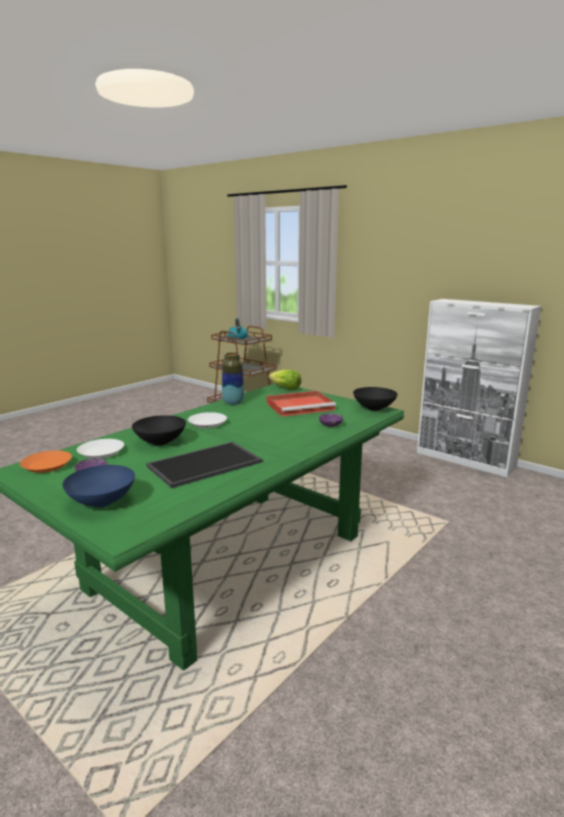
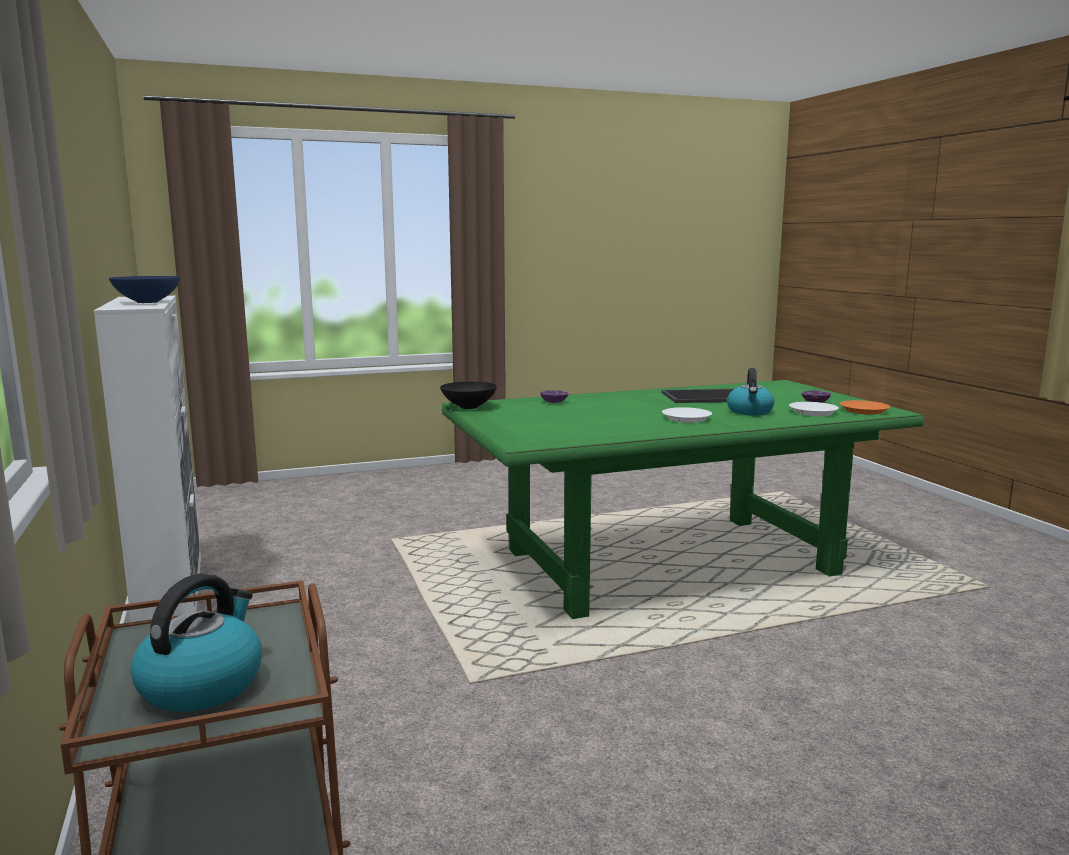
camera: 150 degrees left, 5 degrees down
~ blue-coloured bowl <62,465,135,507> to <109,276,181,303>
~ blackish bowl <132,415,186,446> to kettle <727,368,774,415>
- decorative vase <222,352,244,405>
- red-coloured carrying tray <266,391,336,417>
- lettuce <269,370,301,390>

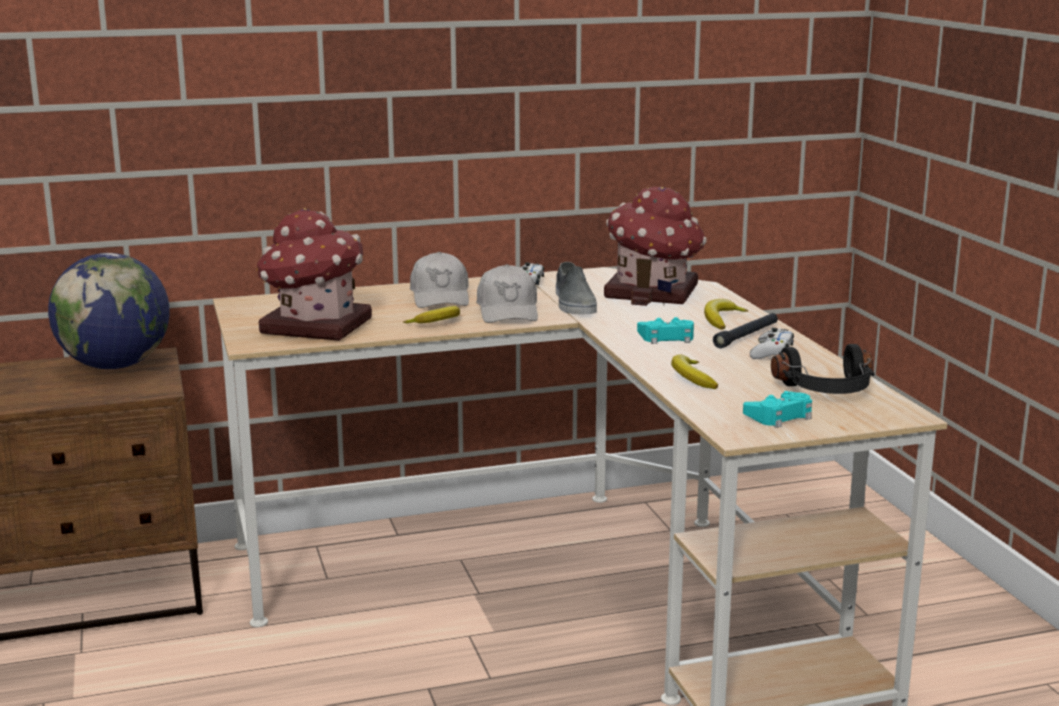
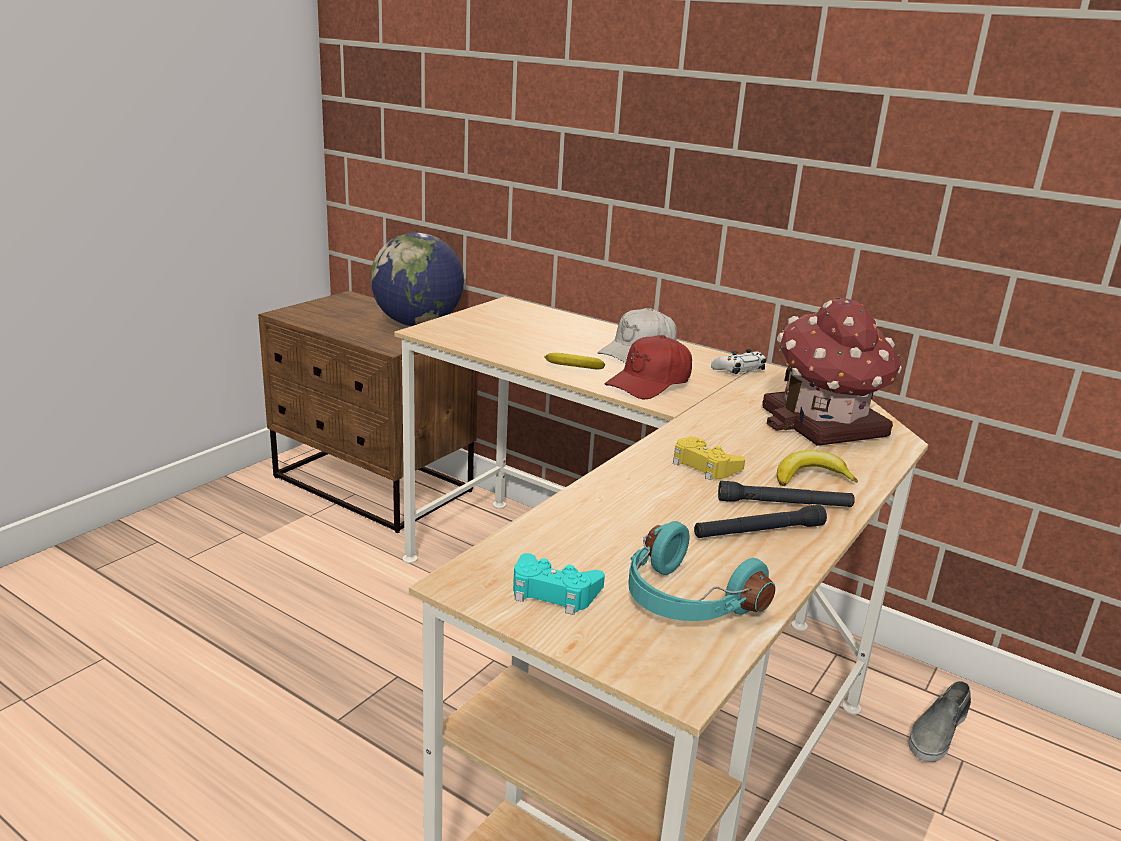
camera: 50 degrees right, 5 degrees up
- miniature house <256,208,372,341>
~ whitish peaked cap <476,264,538,323> to red-coloured peaked cap <605,335,692,399>
~ grey item of footwear <556,262,597,314> to <908,681,971,762>
~ blue-green joypad <637,317,694,344> to yellow joypad <673,437,745,481>
- whole banana <671,355,718,389>
~ whitish joypad <750,328,794,359> to blackish torch <694,505,827,538>
~ blackish headphones <771,344,875,394> to blue-green headphones <628,521,775,621>

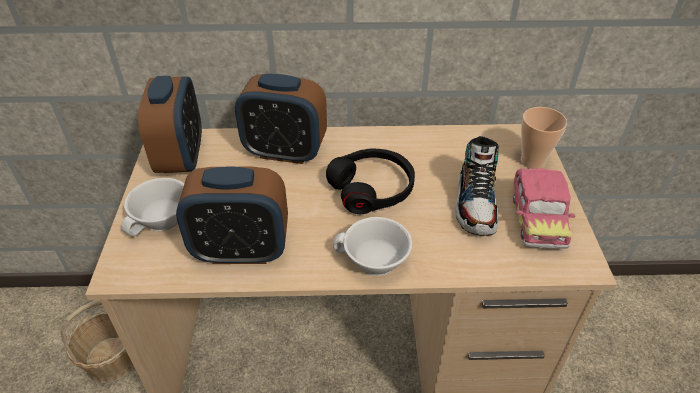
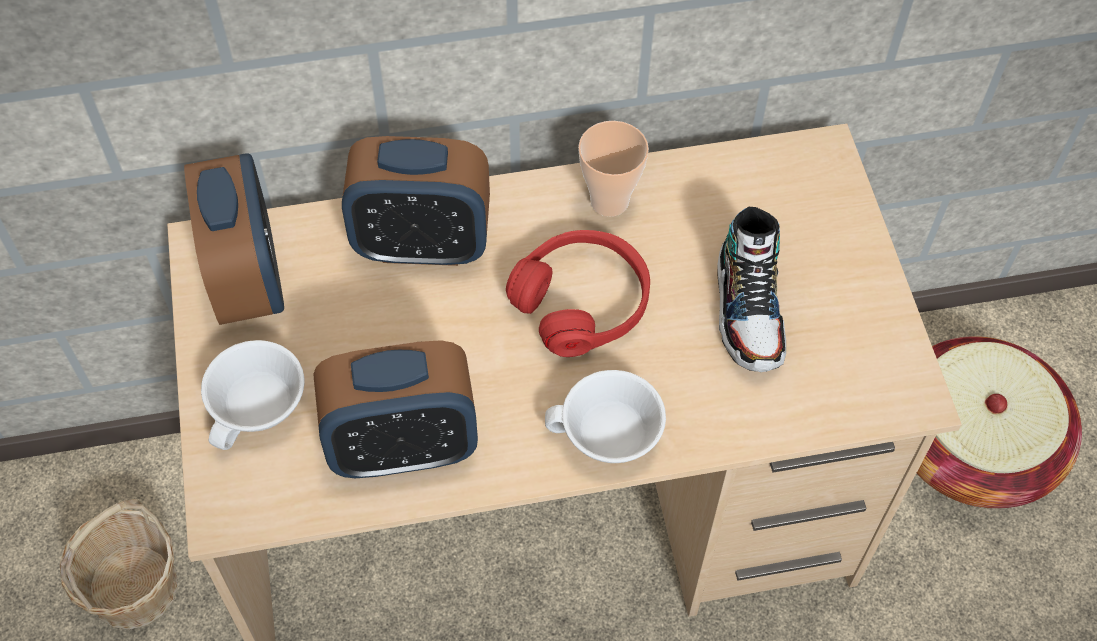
camera: 10 degrees left, 15 degrees up
~ blackish headphones <326,149,415,214> to red-coloured headphones <506,230,650,357>
- model car <513,168,575,249>
~ small cup <521,107,567,169> to <578,121,649,217>
+ basket <917,336,1082,509>

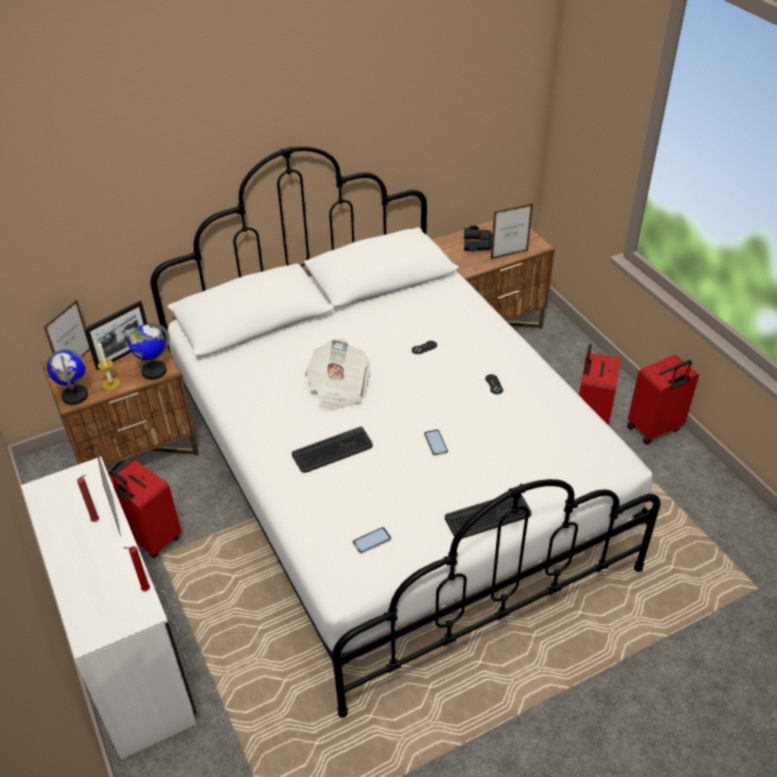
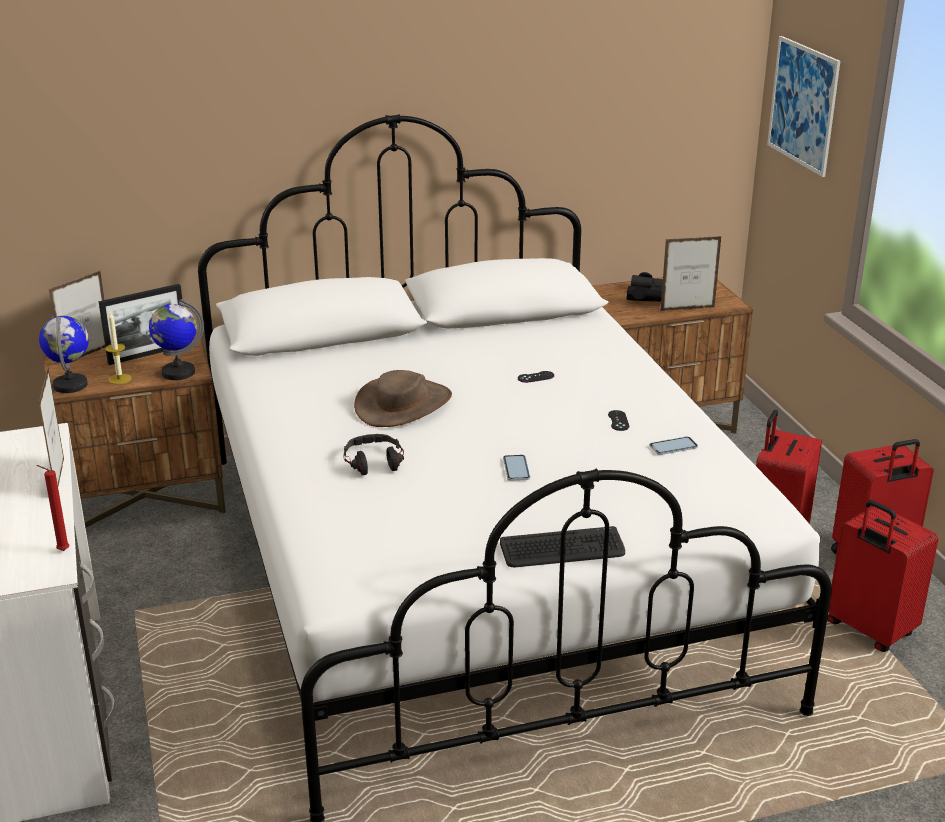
camera: 10 degrees right, 15 degrees down
- red-coloured candle <77,475,99,522>
~ red-coloured piece of luggage <110,460,182,558> to <827,500,938,652>
~ keyboard <292,427,373,473> to headphones <344,434,404,476>
~ newspaper <305,338,370,412> to brown-coloured hat <354,370,452,427>
~ handset <353,527,391,554> to <649,437,698,455>
+ wall art <767,36,840,177>

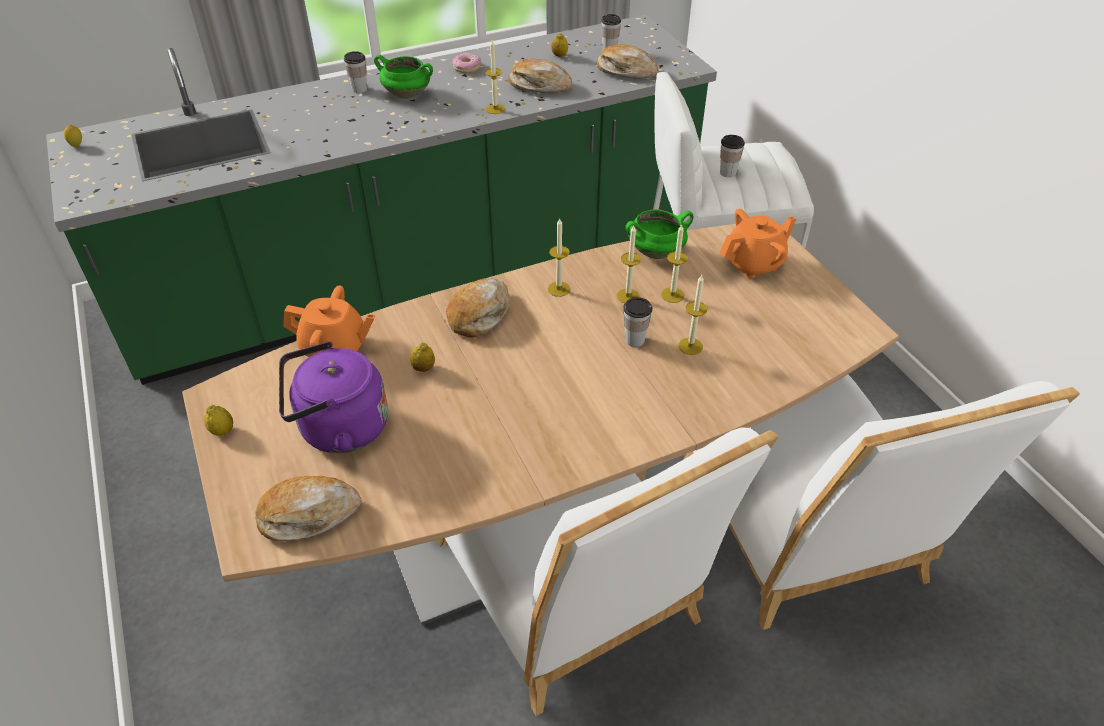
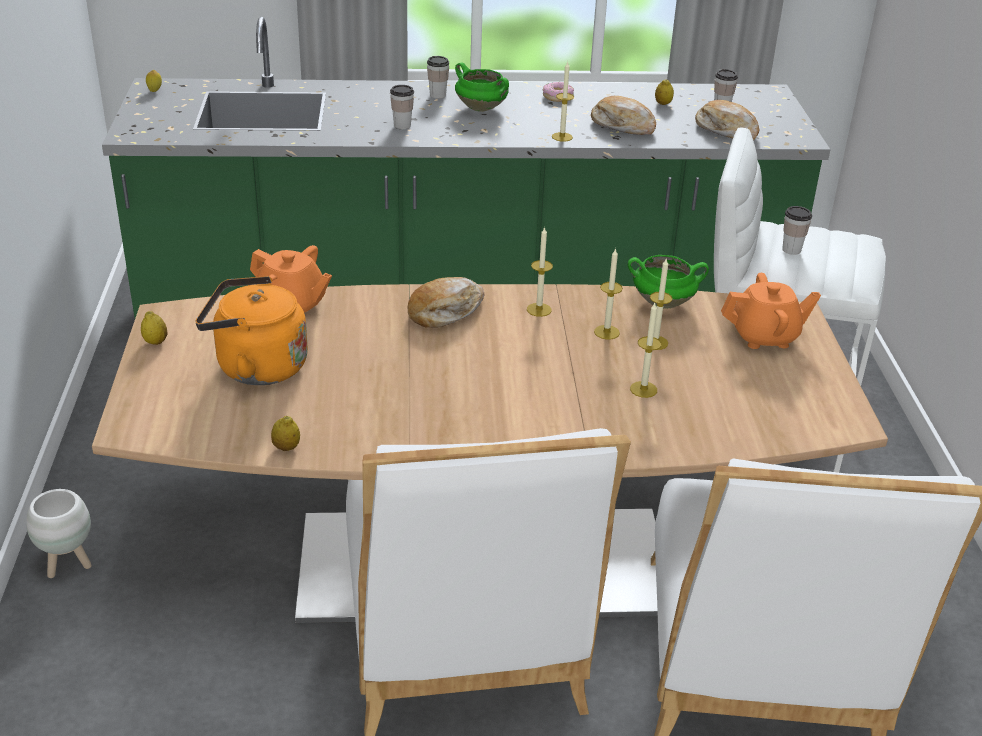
camera: 20 degrees right, 10 degrees down
- bakery bread <256,476,362,542>
~ purple-coloured kettle <279,341,388,453> to orange-coloured kettle <195,276,308,385>
~ whole lemon <410,343,435,372> to <271,416,300,451>
~ small cup <623,297,652,347> to <390,85,414,129>
+ whitish planter <26,489,92,578>

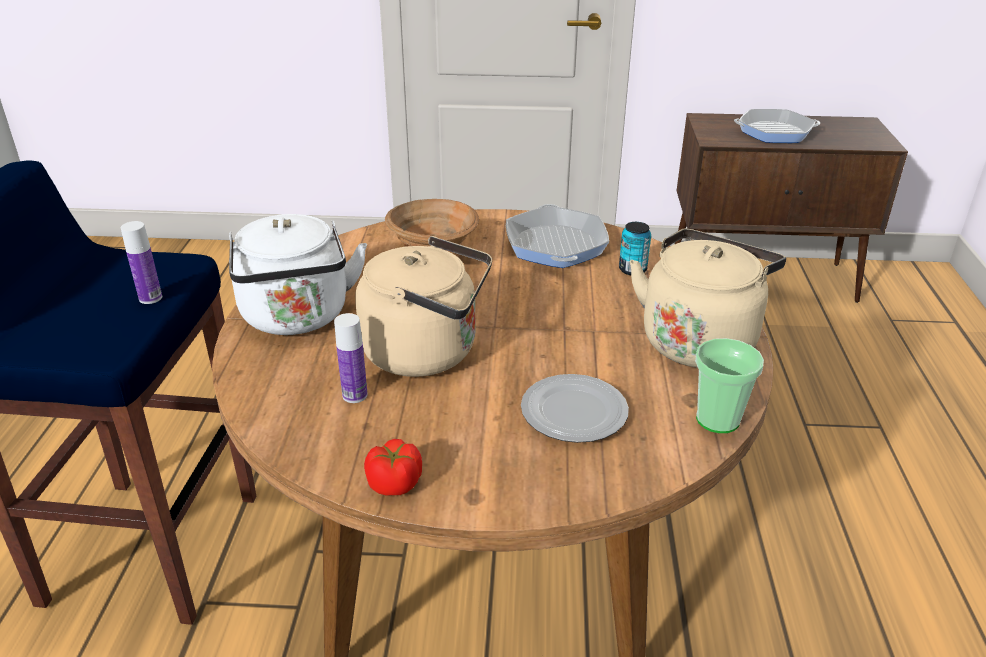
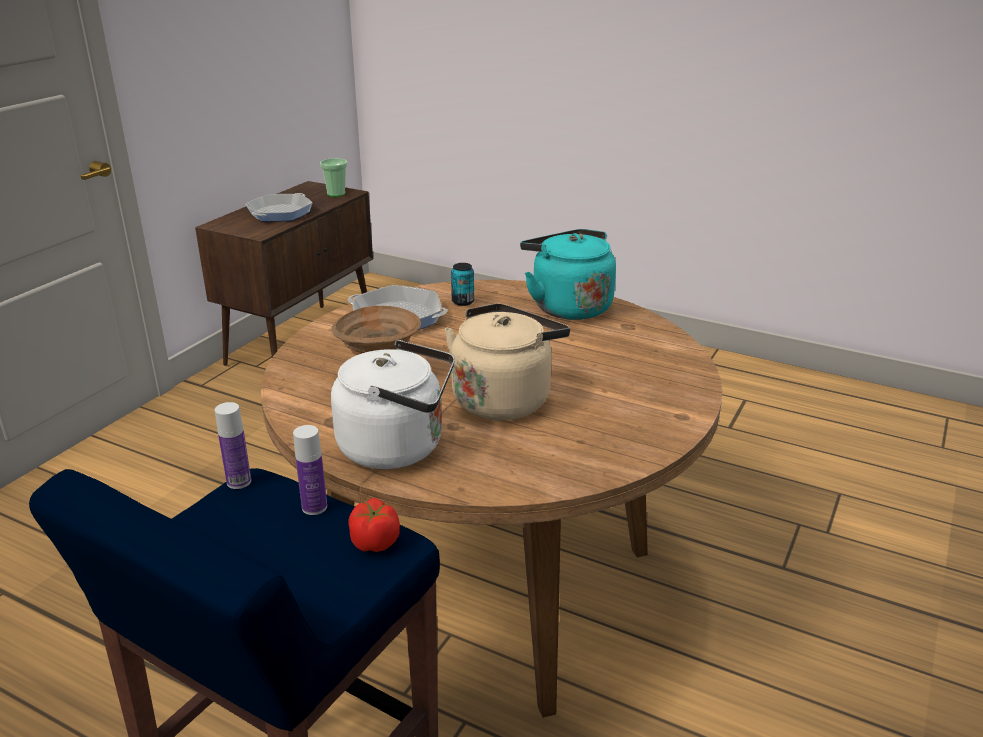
camera: 65 degrees left, 5 degrees down
~ bottle <334,313,368,403> to <215,402,251,489>
~ fresh tomato <364,439,422,495> to <349,498,400,552>
- plate <521,374,629,443>
~ sand-coloured kettle <630,229,786,368> to blue-green kettle <520,229,616,320>
~ small cup <695,338,764,433> to <320,158,347,197>

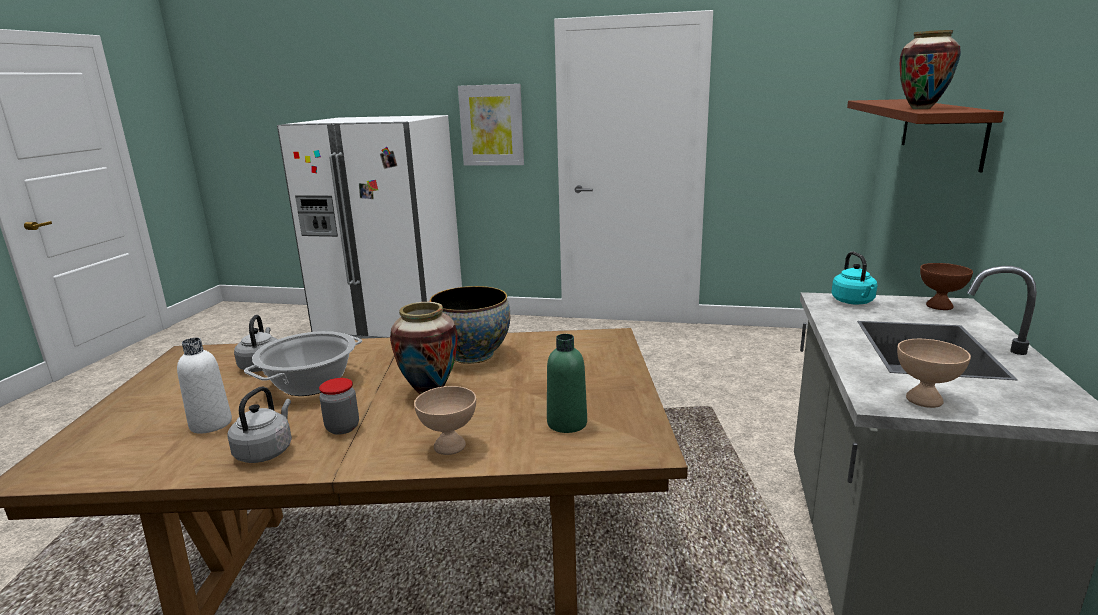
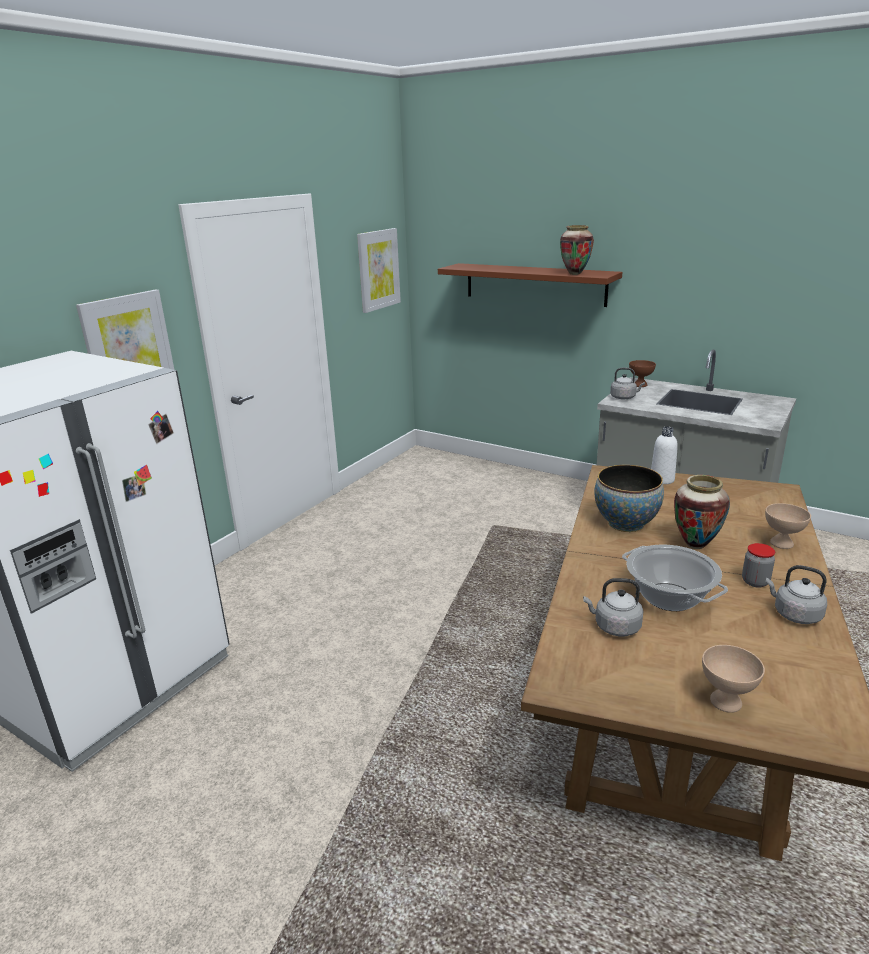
camera: 70 degrees left, 5 degrees up
~ whitish bottle <177,338,232,433> to <651,427,678,484>
- green bottle <547,334,587,433>
~ blue-green kettle <832,252,877,304> to grey kettle <610,367,645,399>
~ sand-coloured bowl <897,339,971,408> to <702,645,765,713>
+ wall art <357,228,401,313>

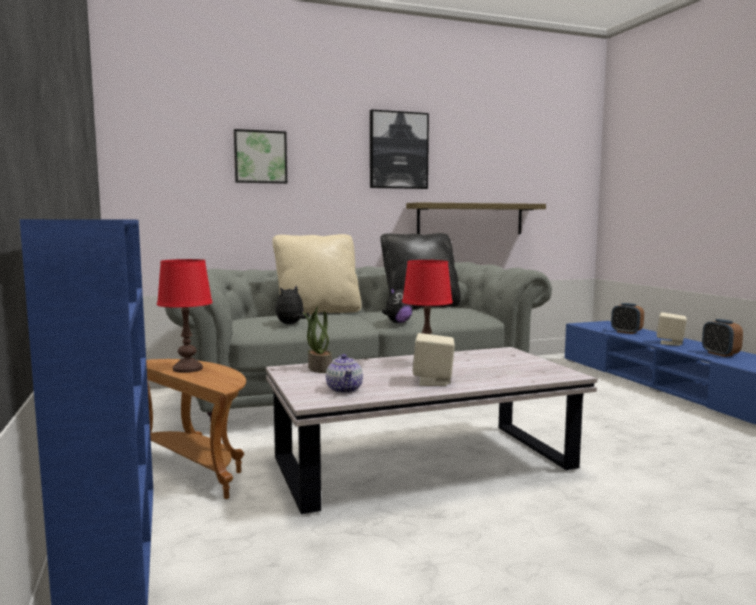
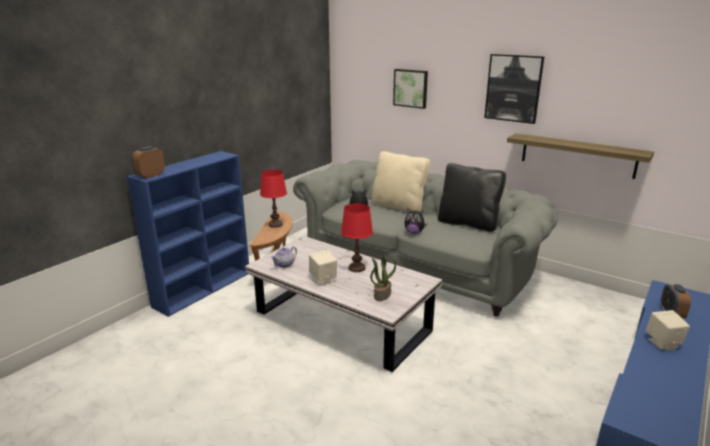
camera: 55 degrees right, 15 degrees up
~ plant in a pot <302,306,332,373> to <370,256,396,301>
~ table clock <702,319,743,357> to <131,146,165,178>

